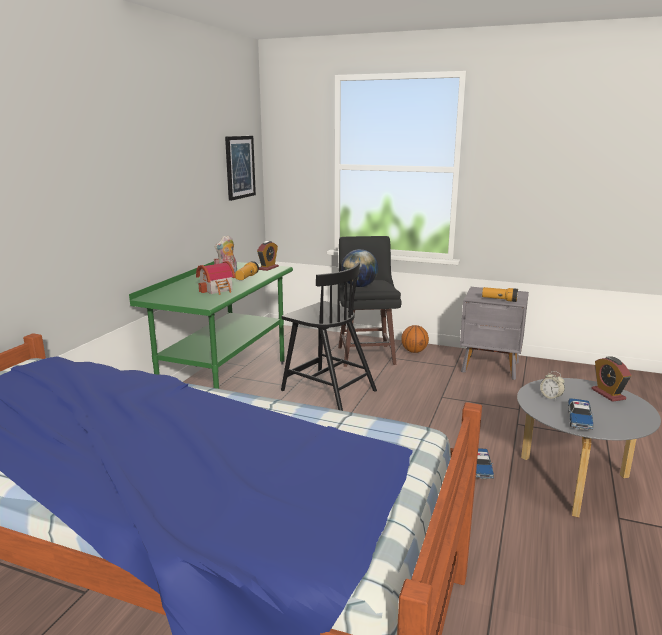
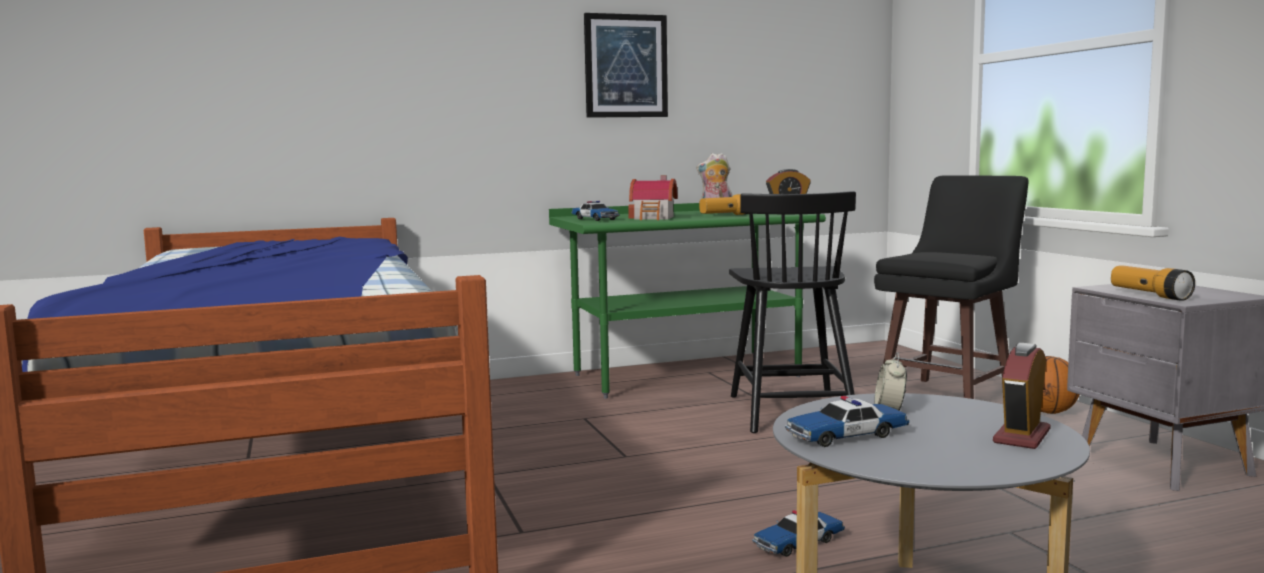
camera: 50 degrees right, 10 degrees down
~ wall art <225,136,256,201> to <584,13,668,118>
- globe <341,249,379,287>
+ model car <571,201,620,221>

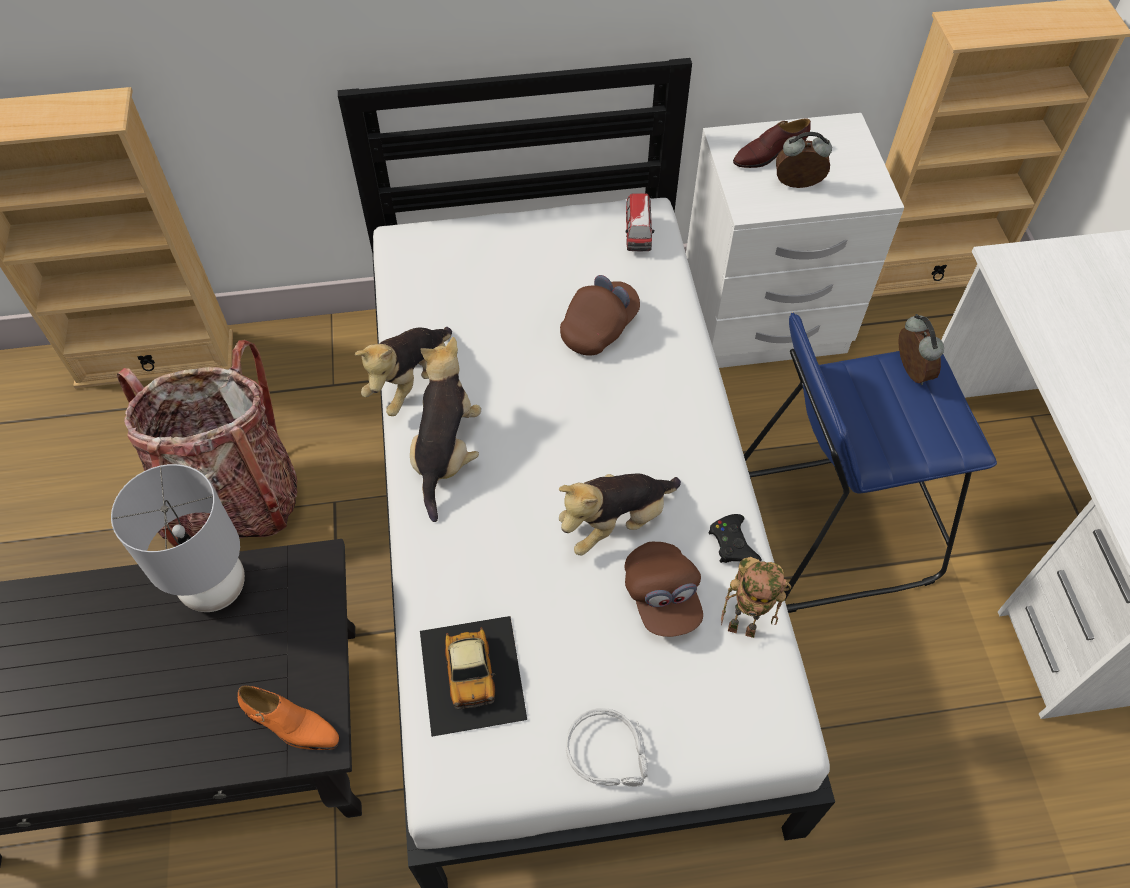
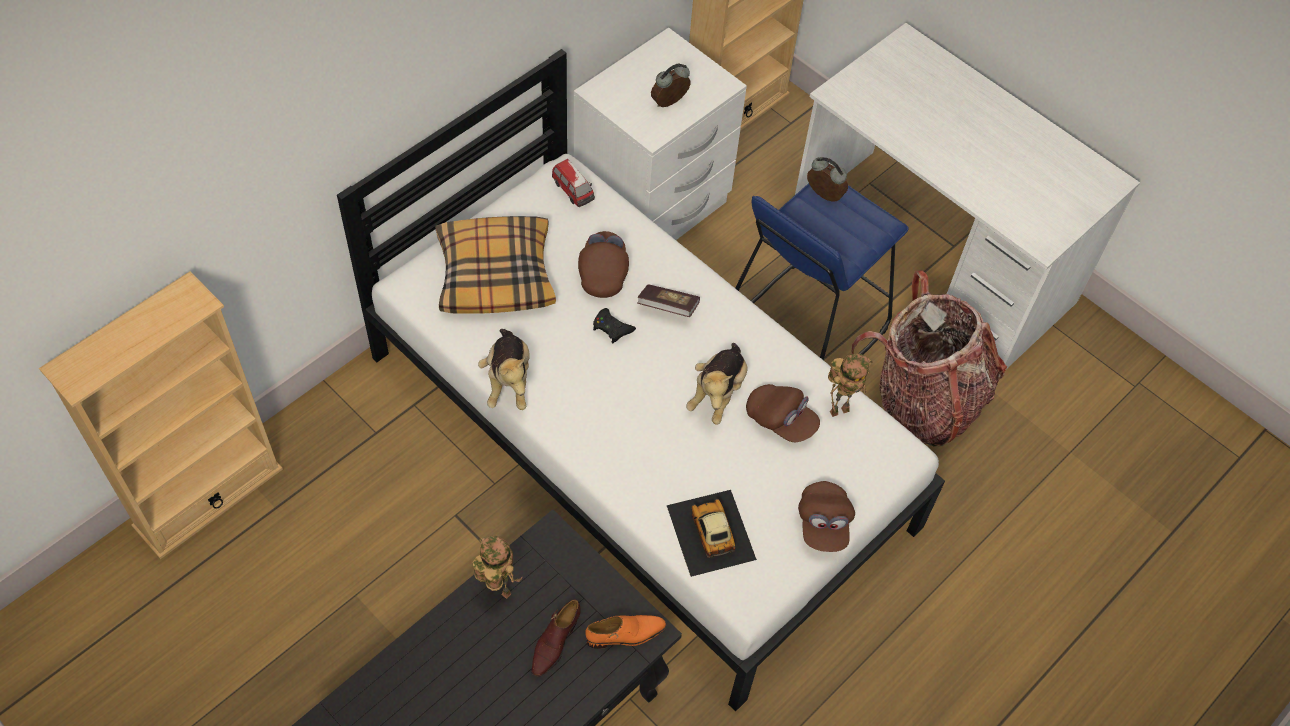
camera: 40 degrees left, 0 degrees up
~ grey table lamp <111,464,245,612> to robot figure <473,536,522,599>
~ knapsack <117,340,297,547> to <851,270,1007,446>
- cuddly toy <410,337,481,522>
~ model car <420,616,527,737> = <667,490,757,577> 150 degrees counterclockwise
~ grey headphones <566,708,648,787> to brown-coloured peaked cap <798,481,855,552>
~ blackish joypad <708,514,762,563> to <593,308,636,343>
~ brown-coloured item of footwear <733,118,811,168> to <531,599,581,677>
+ throw pillow <435,216,556,314>
+ volume <637,284,700,317>

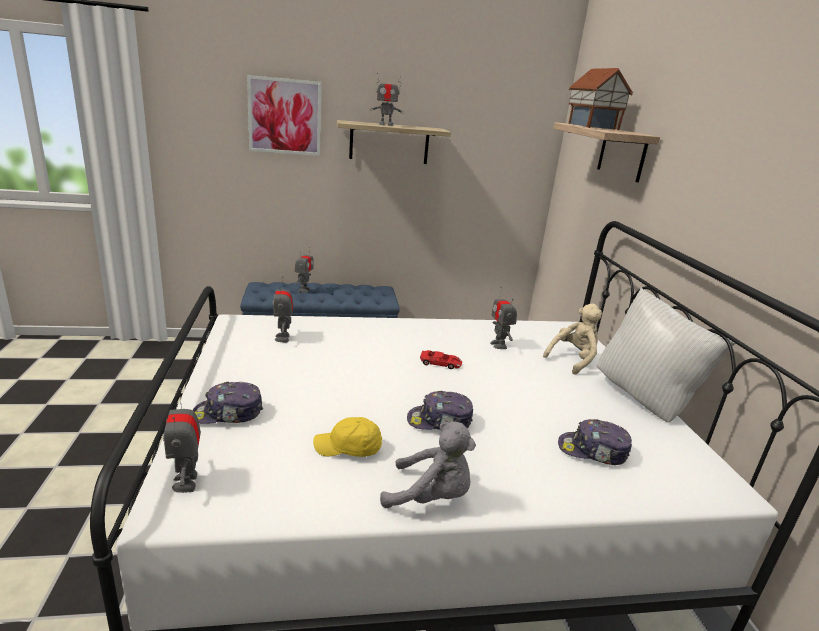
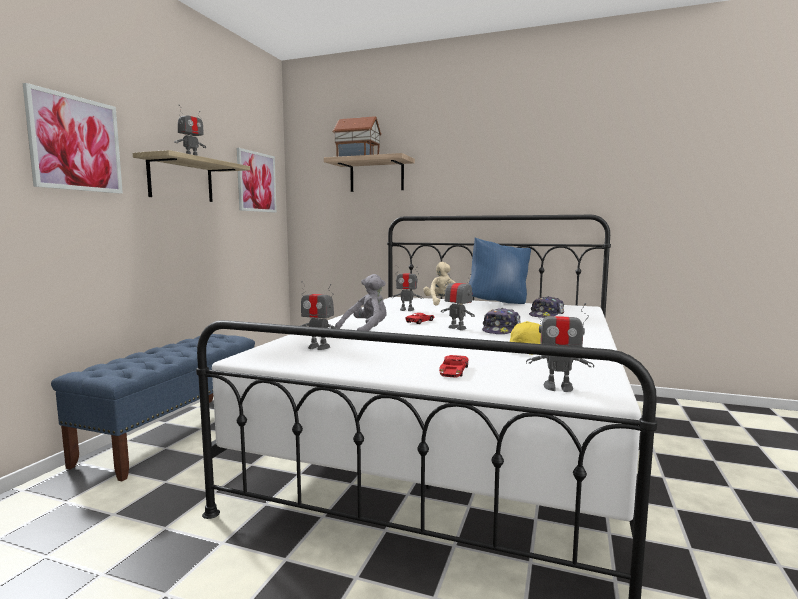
camera: 60 degrees left, 15 degrees down
~ peaked cap <192,382,263,424> to red-coloured model car <439,355,469,377>
~ robot figure <295,247,314,293> to <441,274,475,330>
~ grey cuddly toy <380,422,476,508> to <335,274,387,331>
~ whitish throw pillow <597,287,735,422> to blue-coloured throw pillow <469,237,531,304>
+ wall art <237,148,277,213>

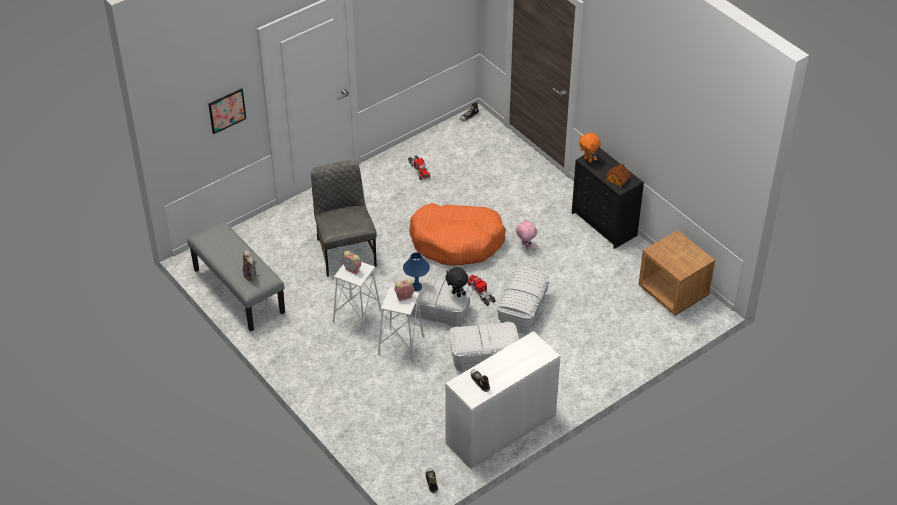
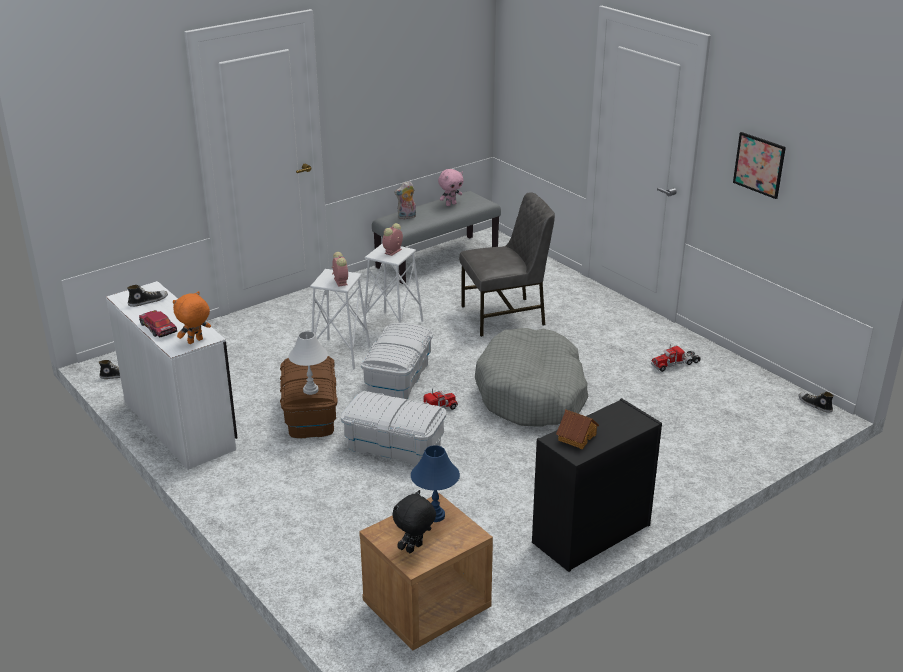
camera: 90 degrees right, 15 degrees down
~ wall art <209,88,246,134> to <733,132,786,199>
~ blue-coloured table lamp <403,252,430,291> to <411,445,460,522>
~ orange-coloured dog cushion <409,203,506,265> to grey dog cushion <475,328,589,426>
~ blackish cuddly toy <445,267,469,297> to <392,490,436,553>
~ whitish storage bin <449,322,519,371> to brown-coloured storage bin <280,356,337,439>
~ pinkish cuddly toy <516,219,537,249> to <438,169,464,206>
~ orange-coloured cuddly toy <579,133,601,163> to <173,291,211,344>
+ model car <139,310,177,337>
+ whitish table lamp <288,331,328,395>

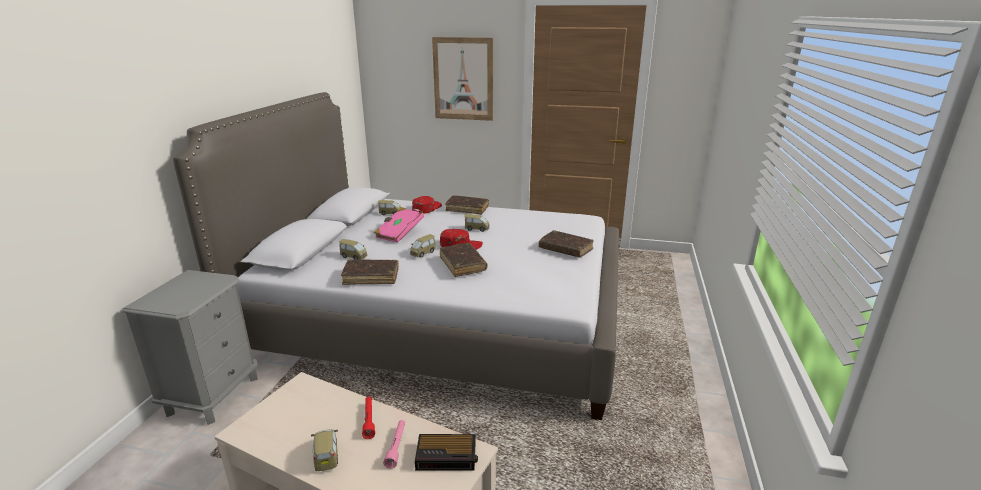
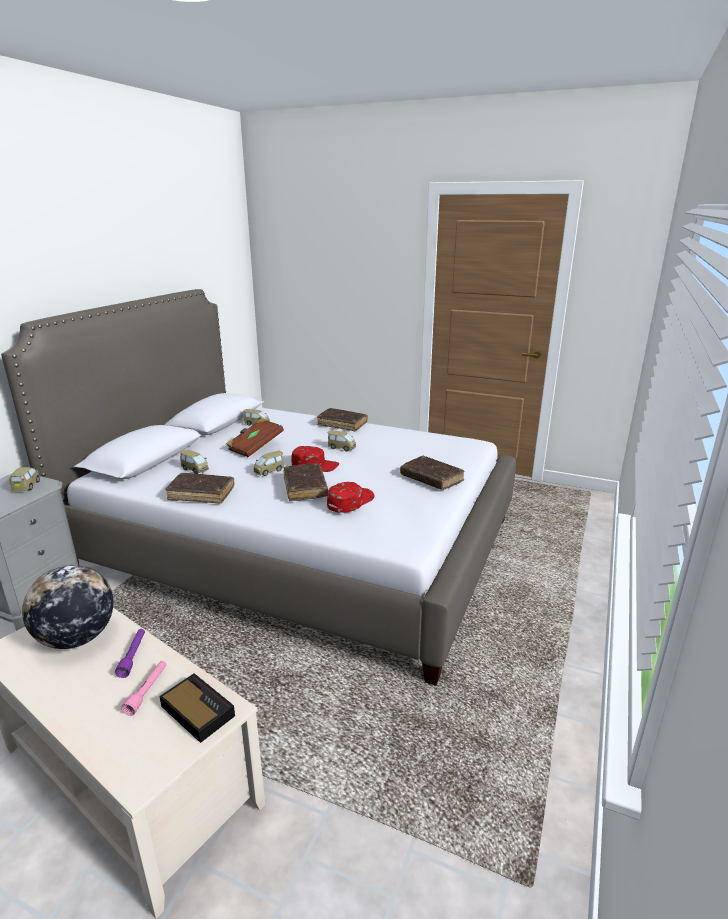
camera: 10 degrees right, 0 degrees up
~ model car <311,429,338,471> to <9,467,40,491>
~ red-coloured torch <362,396,375,439> to purple-coloured torch <115,629,145,678>
~ pinkish volume <373,207,424,243> to brown-coloured volume <226,418,284,457>
~ red-coloured peaked cap <412,196,442,214> to <327,482,374,513>
~ table clock <415,434,478,471> = <159,673,235,743> 150 degrees counterclockwise
- wall art <432,37,493,121>
+ globe <22,565,113,649>

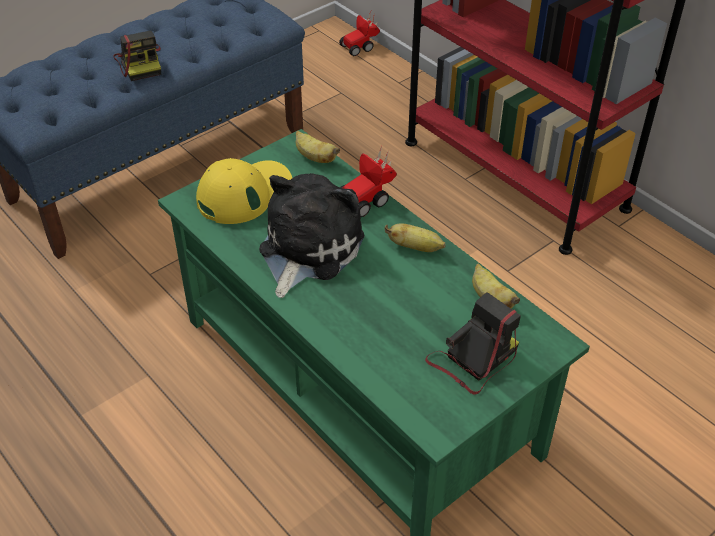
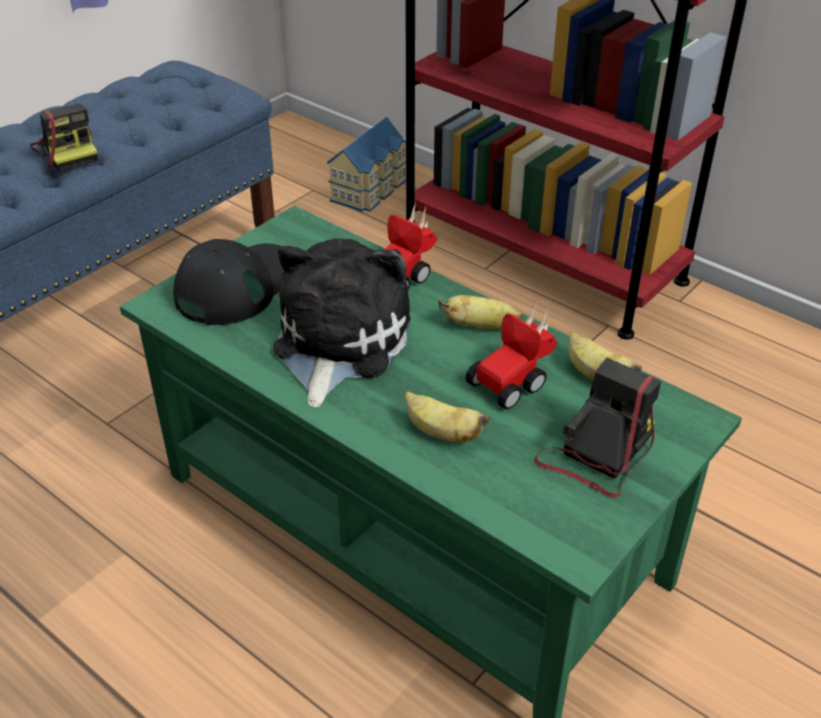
camera: 10 degrees left, 5 degrees down
~ yellow peaked cap <196,158,292,224> to blackish peaked cap <173,239,284,325>
~ whole banana <296,131,340,163> to <405,391,489,442>
~ model car <339,12,380,56> to <465,300,557,409>
+ miniature house <327,117,406,212>

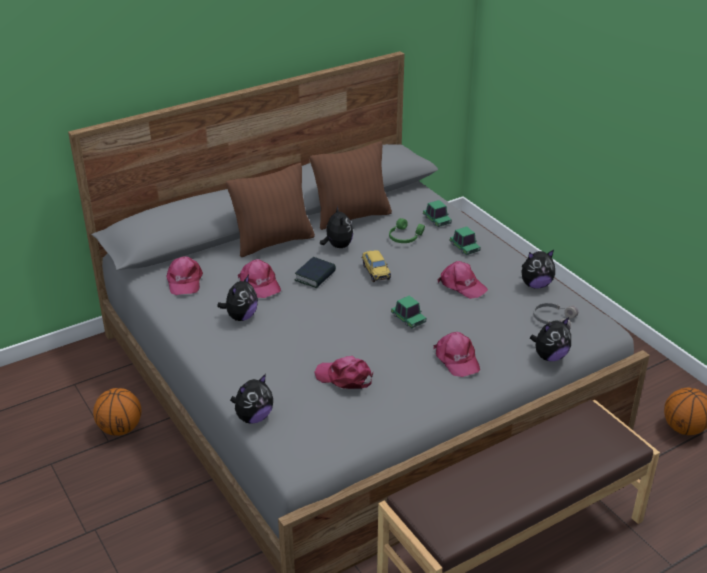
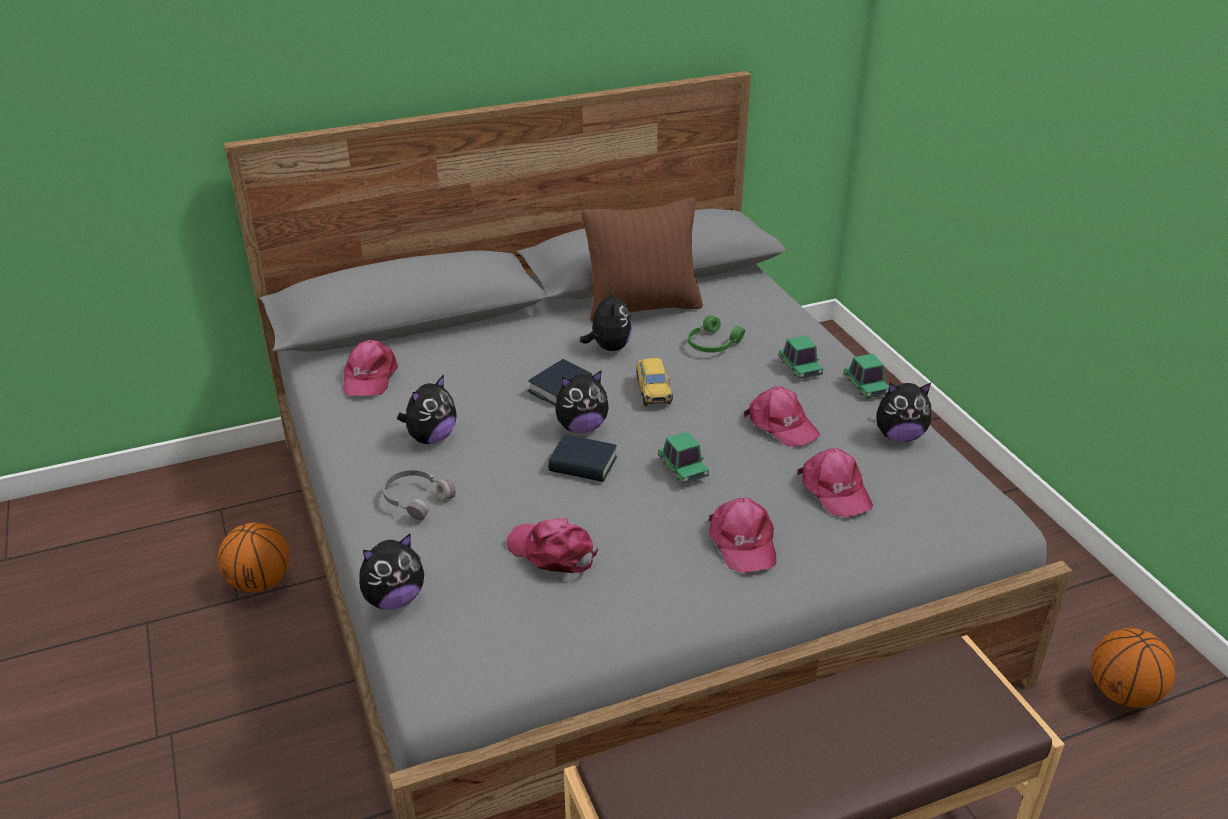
camera: 10 degrees right, 0 degrees up
- brown-coloured throw pillow <226,163,315,257>
~ pinkish peaked cap <238,259,281,298> to <797,448,873,517>
~ model car <423,200,452,227> to <844,354,889,399>
~ cuddly toy <530,317,571,361> to <556,370,609,433>
~ grey headphones <533,303,578,330> to <383,470,456,520>
+ volume <548,435,617,482>

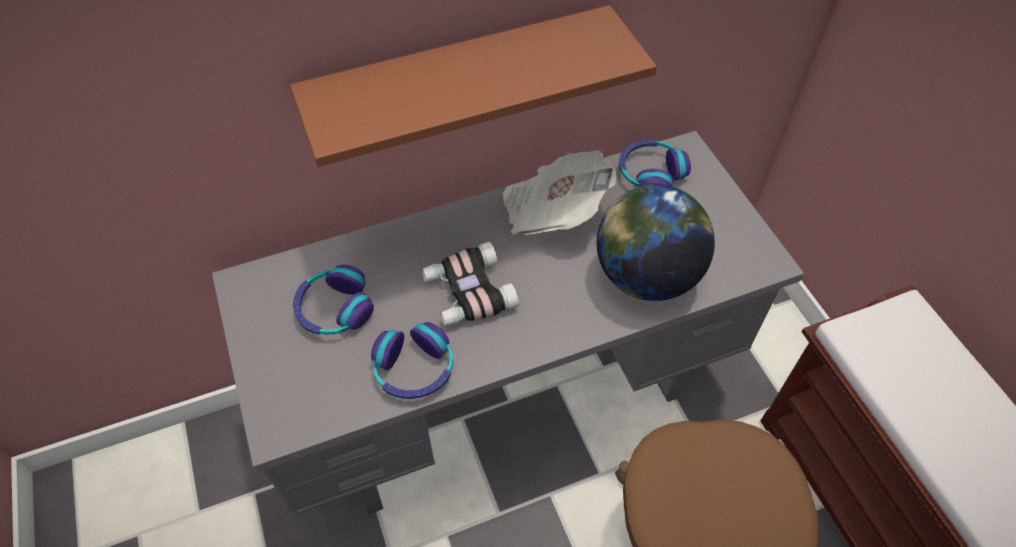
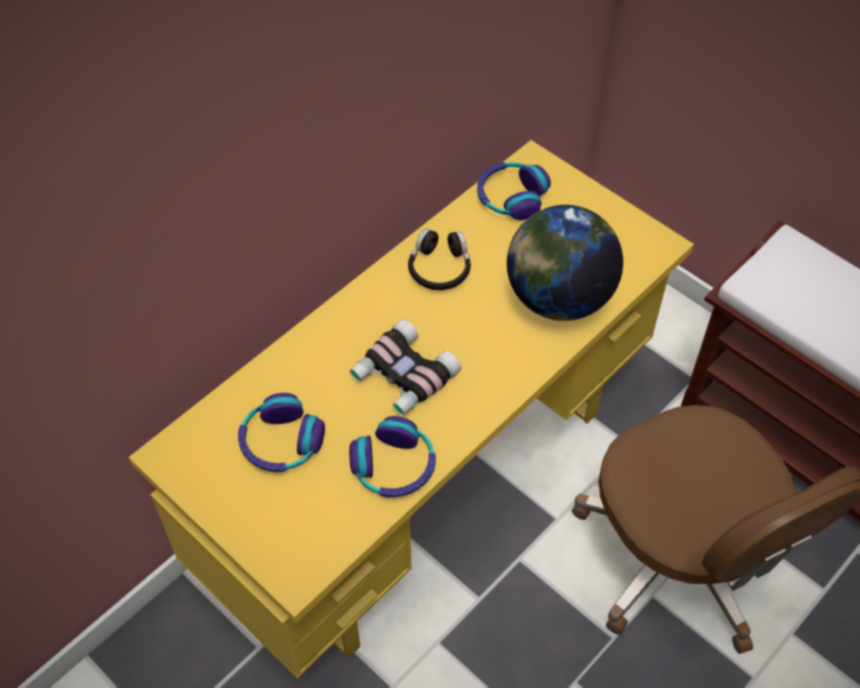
camera: 25 degrees left, 0 degrees up
~ grey desk table <212,131,804,516> to yellow desk table <128,140,694,679>
- brown-coloured wall shelf <290,5,657,167>
~ newspaper <503,150,617,235> to blackish headphones <408,228,471,290>

